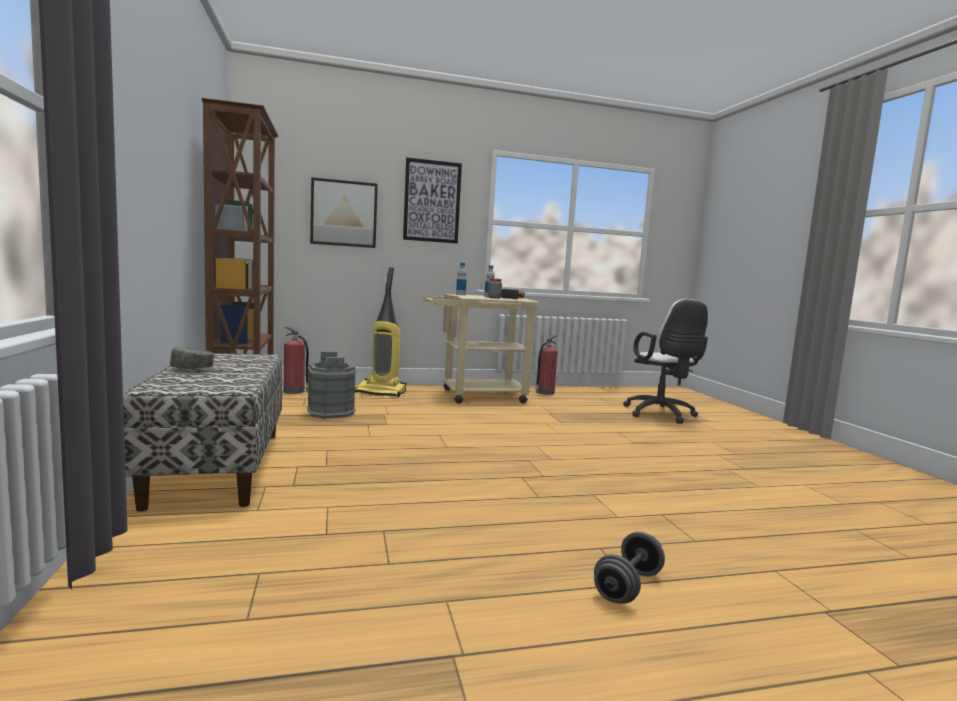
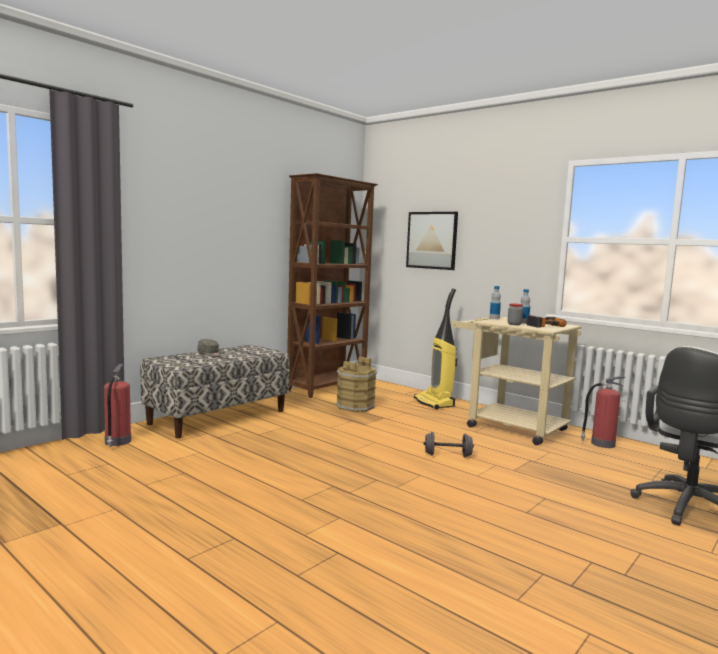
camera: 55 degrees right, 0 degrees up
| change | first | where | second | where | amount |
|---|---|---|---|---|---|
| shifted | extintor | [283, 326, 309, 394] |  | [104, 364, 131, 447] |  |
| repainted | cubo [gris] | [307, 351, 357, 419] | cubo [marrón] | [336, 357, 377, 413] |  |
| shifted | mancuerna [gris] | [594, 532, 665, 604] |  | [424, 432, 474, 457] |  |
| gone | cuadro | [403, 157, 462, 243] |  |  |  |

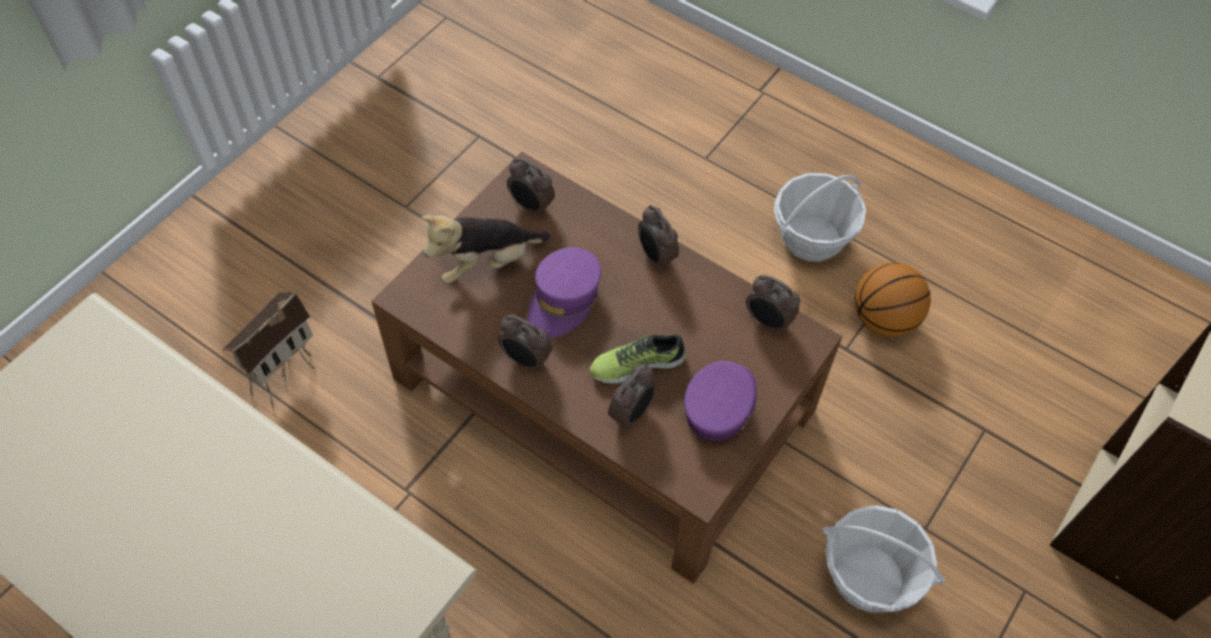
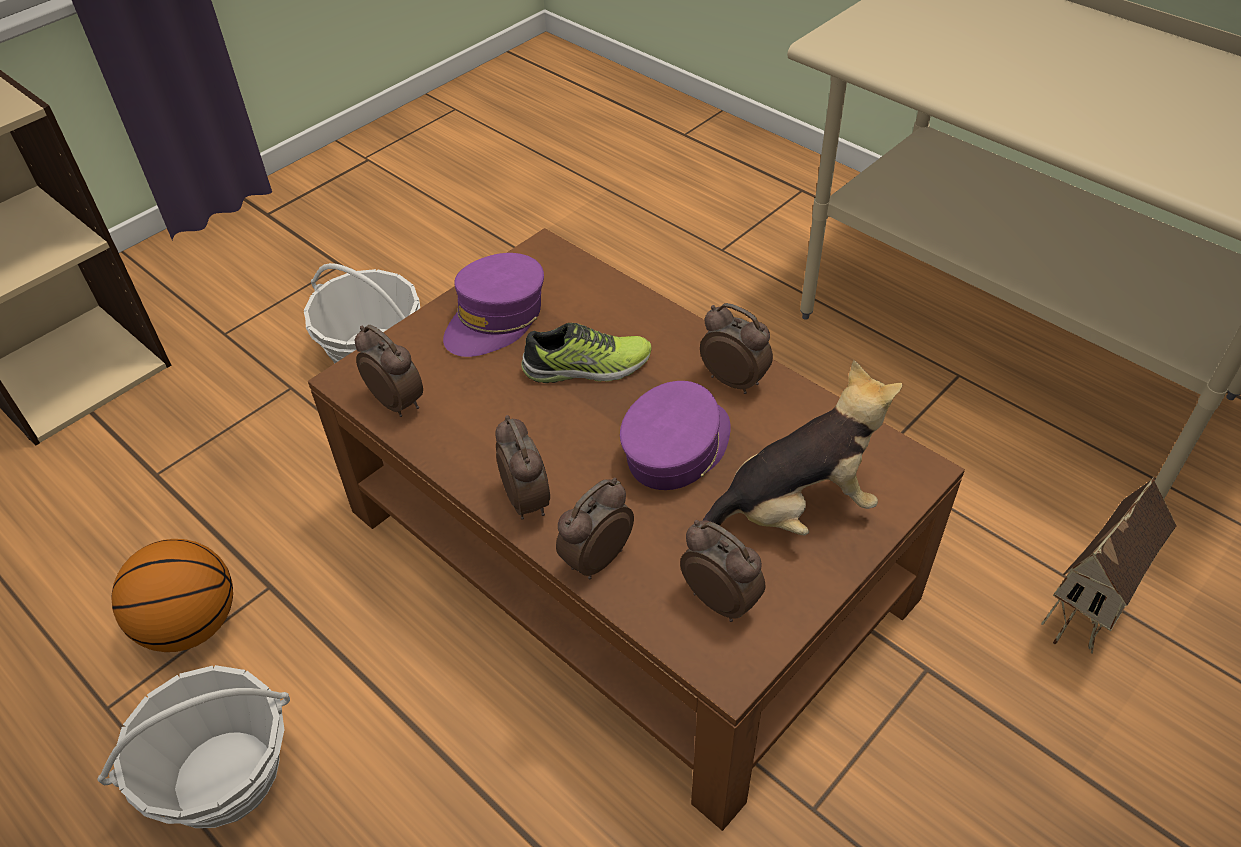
camera: 170 degrees left, 10 degrees down
| change | first | where | second | where | amount |
|---|---|---|---|---|---|
| shifted | despertador | [608, 364, 655, 429] |  | [556, 478, 634, 580] |  |

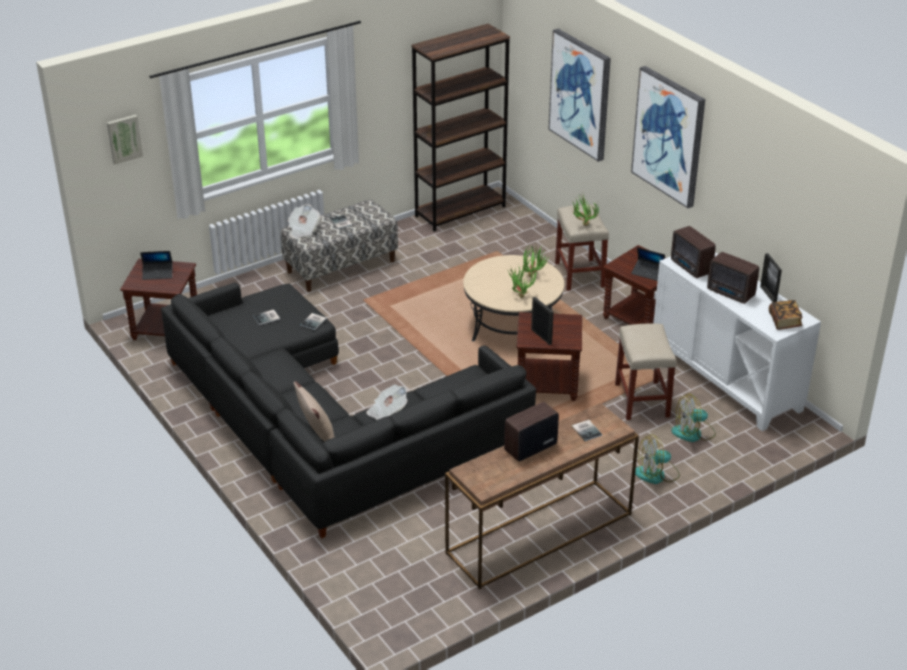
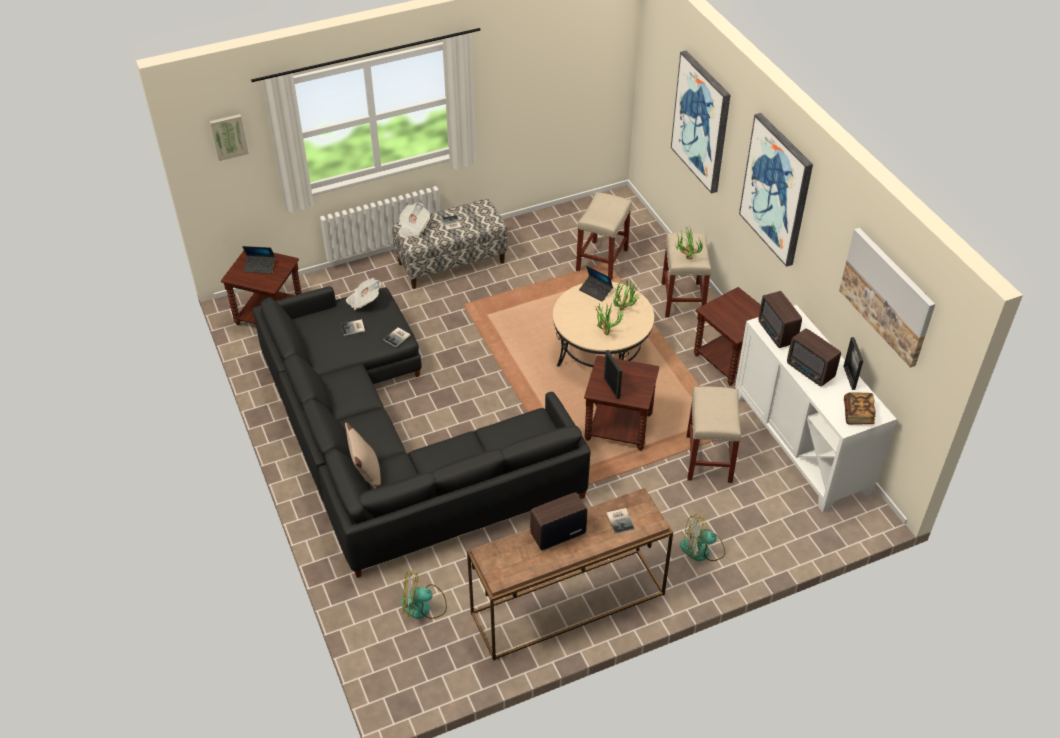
camera: 10 degrees right, 10 degrees up
| change | first | where | second | where | amount |
|---|---|---|---|---|---|
| shifted | periódico | [366, 384, 408, 420] |  | [346, 278, 381, 310] |  |
| shifted | ventilador | [671, 394, 716, 442] |  | [401, 570, 447, 619] |  |
| new |  |  | taburete [beis] | [576, 192, 632, 280] |  |
| shifted | portátil | [631, 247, 665, 281] |  | [579, 266, 613, 302] |  |
| new |  |  | cuadro | [839, 228, 935, 368] |  |
| gone | estantería [marrón] | [411, 24, 510, 232] |  |  |  |

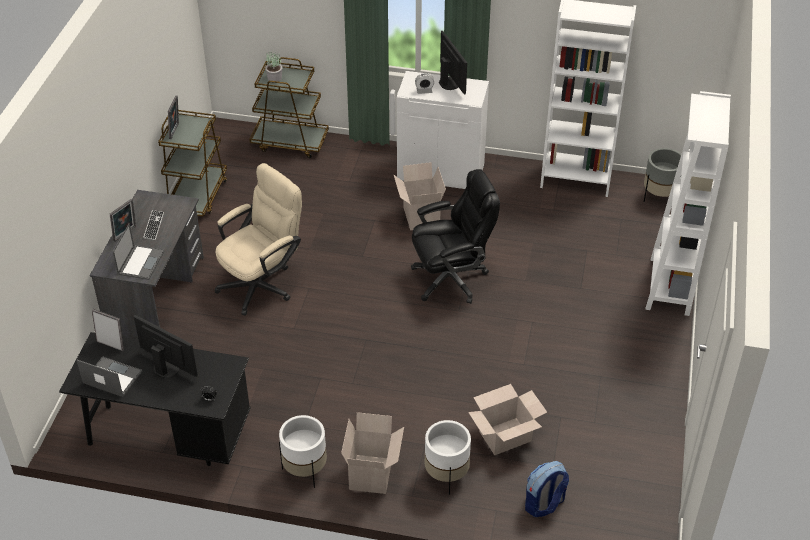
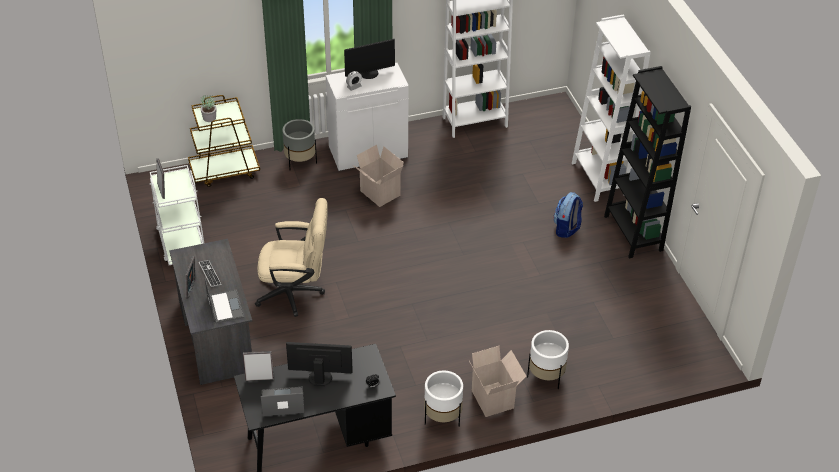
camera: 30 degrees left, 0 degrees up
| change | first | where | second | where | amount |
|---|---|---|---|---|---|
| repainted | carrito [marrón] | [158, 110, 227, 217] | carrito [blanco] | [150, 165, 204, 265] |  |
| rotated | silla de oficina [beis] | [215, 163, 302, 315] |  | [255, 198, 328, 317] | 75 degrees clockwise |
| shifted | maceta [gris] | [644, 148, 681, 202] |  | [283, 119, 317, 170] |  |
| rotated | monitor | [439, 31, 467, 94] |  | [344, 39, 395, 79] | 120 degrees clockwise |
| shifted | mochila | [525, 461, 569, 517] |  | [553, 192, 583, 238] |  |
| new |  |  | estantería [negro] | [604, 66, 691, 258] |  |
| gone | silla de oficina [negro] | [411, 169, 500, 304] |  |  |  |
| gone | caja de cartón | [468, 384, 547, 455] |  |  |  |

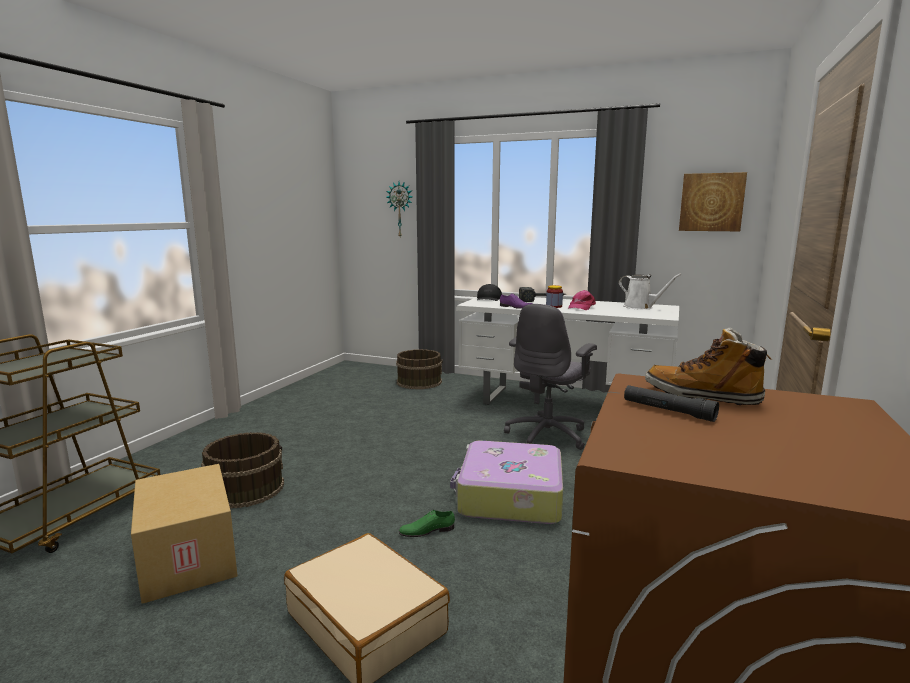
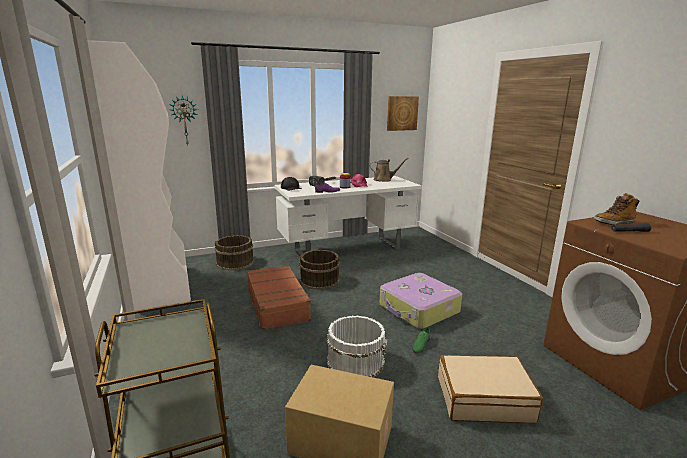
camera: 45 degrees left, 5 degrees up
| change | first | where | second | where | amount |
|---|---|---|---|---|---|
| new |  |  | estantería [blanco] | [87, 40, 191, 311] |  |
| new |  |  | maleta [marrón] | [247, 265, 312, 330] |  |
| shifted | cubo [marrón] | [201, 432, 284, 509] |  | [299, 250, 340, 290] |  |
| new |  |  | cubo [blanco] | [327, 315, 387, 377] |  |
| repainted | regadera [blanco] | [619, 274, 682, 310] | regadera [marrón] | [370, 158, 409, 182] |  |
| gone | silla de oficina [gris] | [504, 304, 597, 450] |  |  |  |

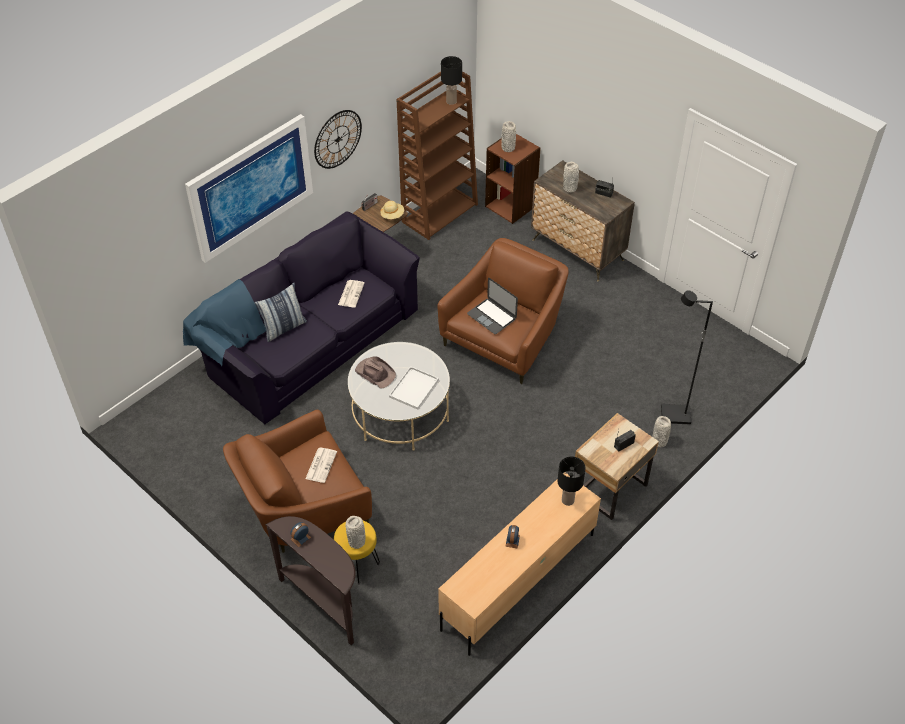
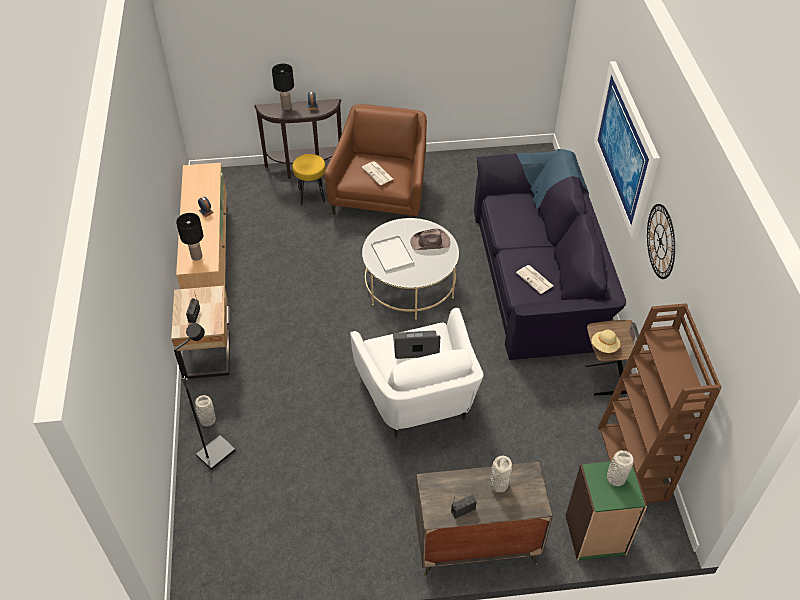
camera: 130 degrees right, 0 degrees up
| change | first | where | second | where | amount |
|---|---|---|---|---|---|
| shifted | lámpara de mesa [negro] | [441, 56, 462, 105] |  | [272, 64, 294, 110] |  |
| repainted | sillón [marrón] | [437, 238, 569, 384] | sillón [blanco] | [350, 308, 484, 437] |  |
| repainted | estantería [marrón] | [485, 134, 541, 224] | estantería [verde] | [566, 462, 647, 561] |  |
| gone | cojín | [254, 283, 307, 342] |  |  |  |
| gone | florero [gris] | [346, 516, 366, 549] |  |  |  |

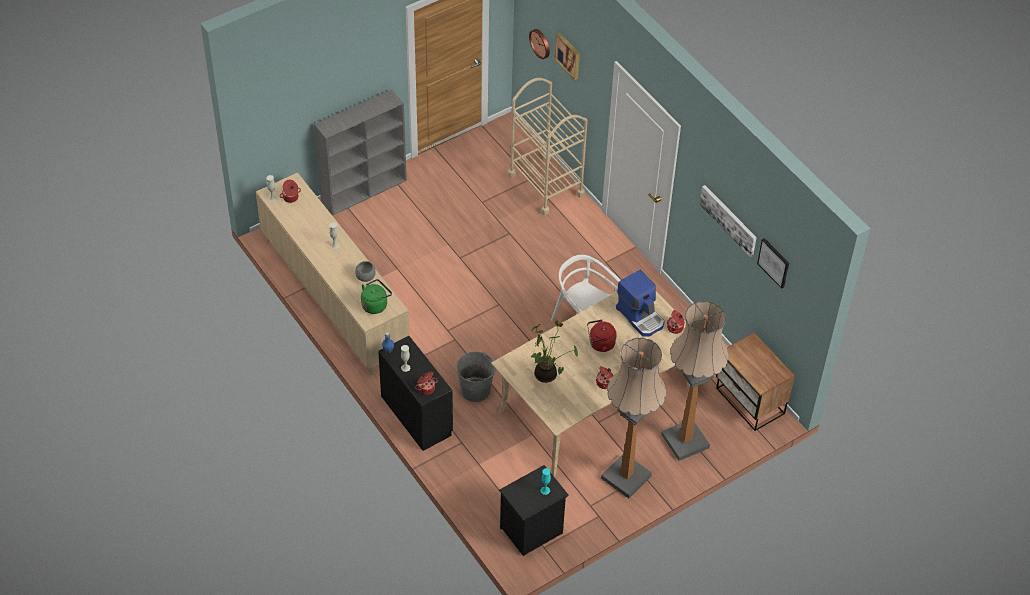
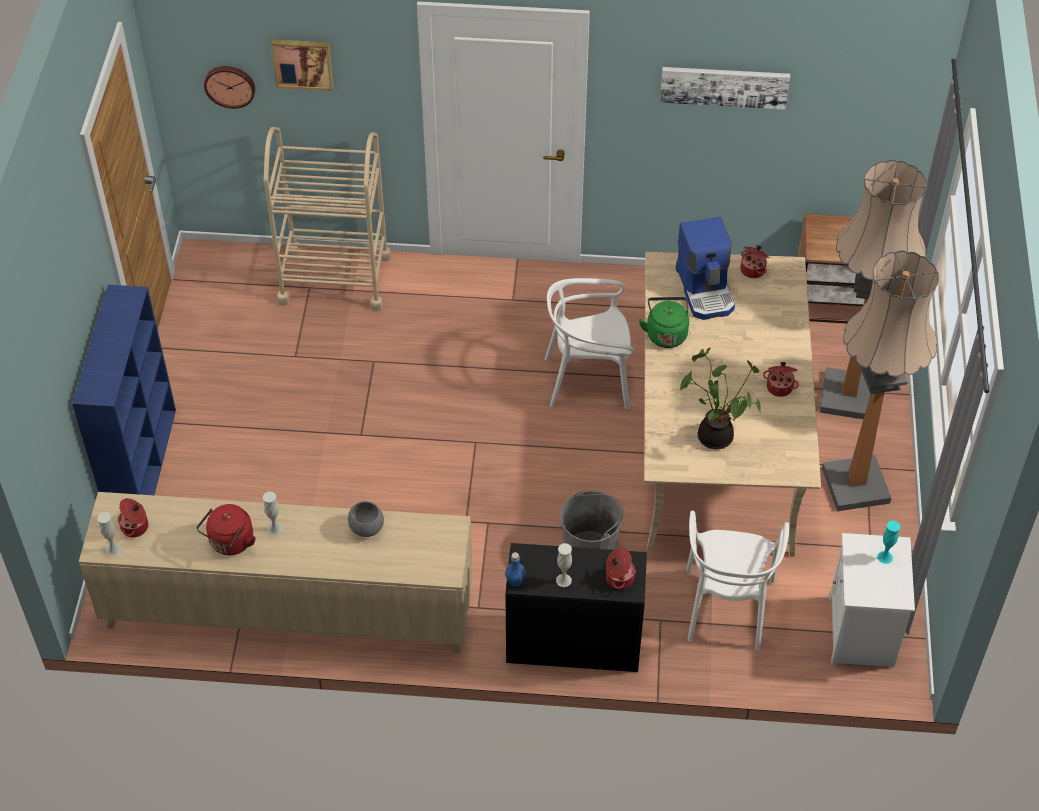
camera: 50 degrees left, 0 degrees up
| change | first | where | second | where | amount |
|---|---|---|---|---|---|
| repainted | estantería [gris] | [314, 89, 407, 216] | estantería [azul] | [72, 285, 176, 495] |  |
| shifted | hervidor [rojo] | [587, 320, 617, 352] |  | [197, 504, 256, 555] |  |
| shifted | hervidor [verde] | [361, 279, 392, 314] |  | [639, 297, 689, 348] |  |
| rotated | cafetera | [616, 270, 664, 337] |  | [675, 217, 735, 320] | 75 degrees clockwise |
| new |  |  | silla [blanco] | [686, 511, 789, 650] |  |
| repainted | mesita de noche [negro] | [499, 465, 569, 556] | mesita de noche [blanco] | [829, 533, 915, 667] |  |
| gone | cuadro | [757, 238, 789, 289] |  |  |  |

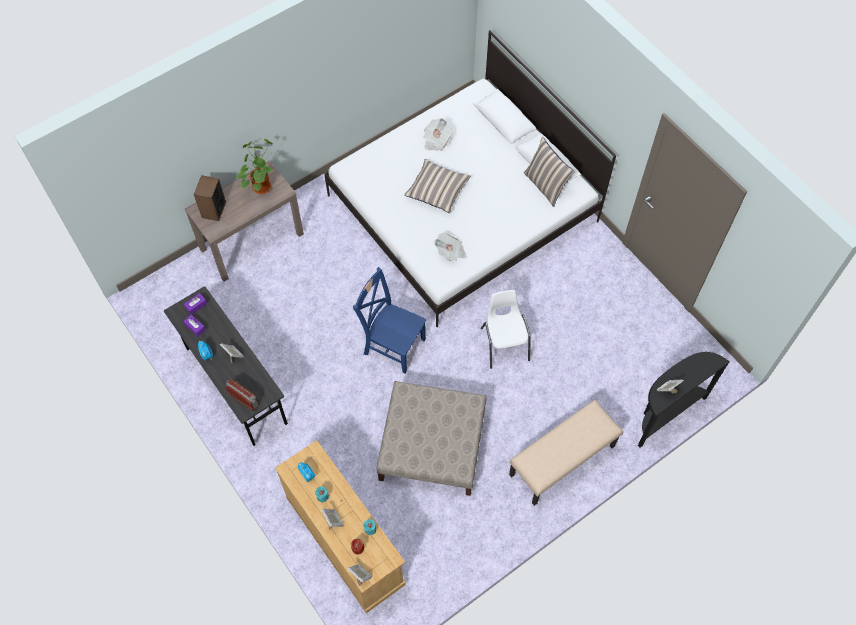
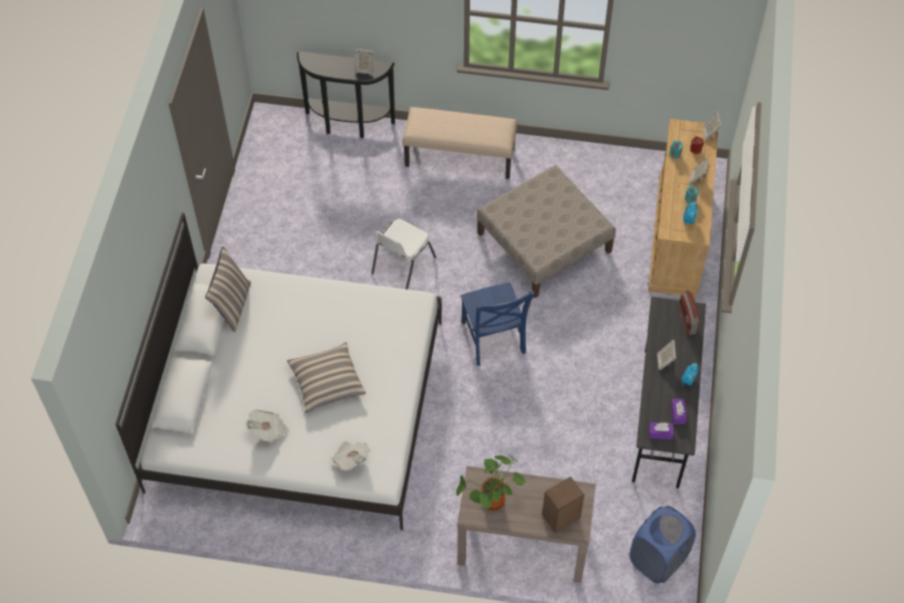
camera: 135 degrees left, 5 degrees down
| change | first | where | second | where | amount |
|---|---|---|---|---|---|
| shifted | periódico | [434, 233, 467, 261] |  | [331, 441, 371, 470] |  |
| new |  |  | cesto de la ropa [azul] | [630, 506, 696, 584] |  |

